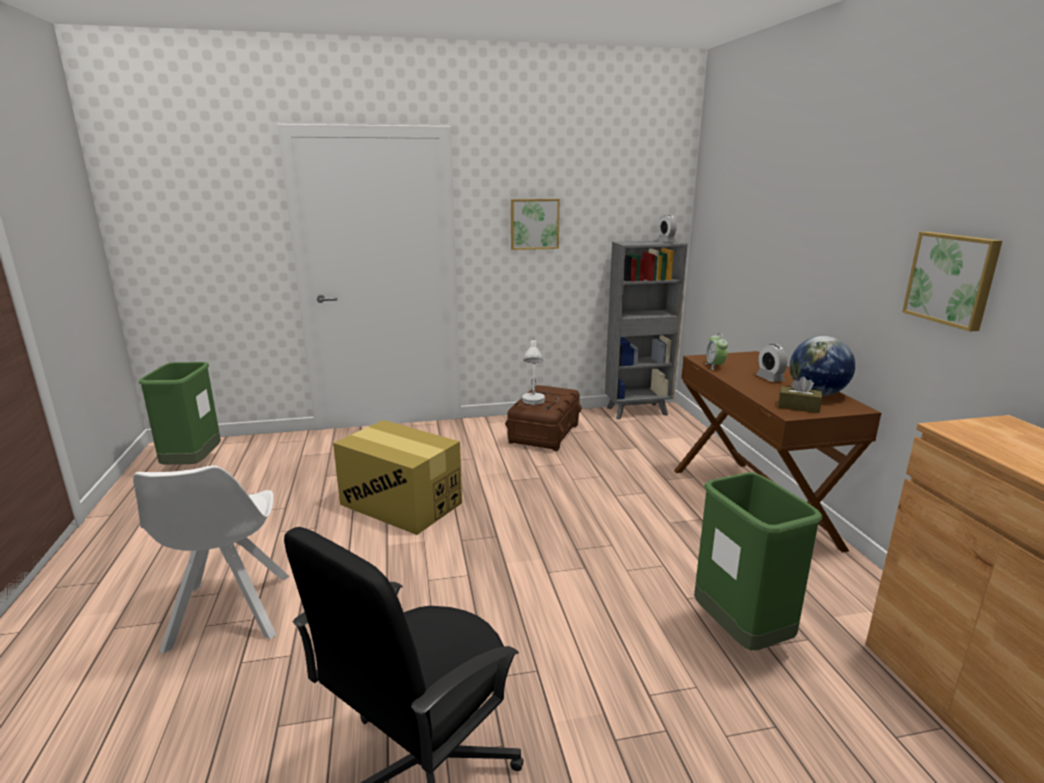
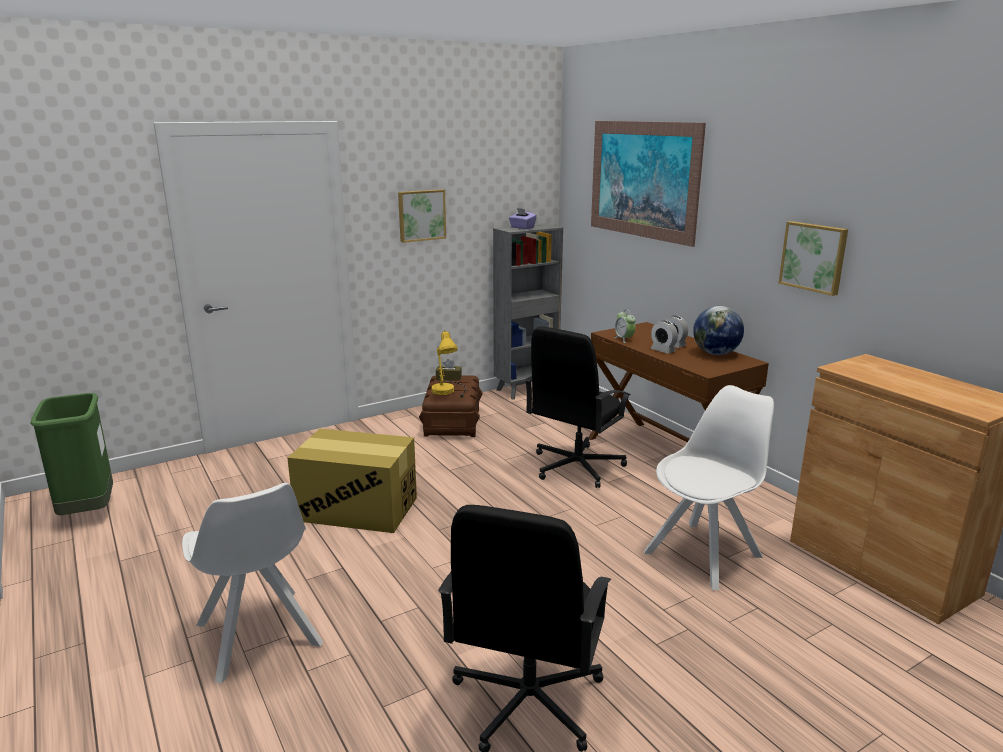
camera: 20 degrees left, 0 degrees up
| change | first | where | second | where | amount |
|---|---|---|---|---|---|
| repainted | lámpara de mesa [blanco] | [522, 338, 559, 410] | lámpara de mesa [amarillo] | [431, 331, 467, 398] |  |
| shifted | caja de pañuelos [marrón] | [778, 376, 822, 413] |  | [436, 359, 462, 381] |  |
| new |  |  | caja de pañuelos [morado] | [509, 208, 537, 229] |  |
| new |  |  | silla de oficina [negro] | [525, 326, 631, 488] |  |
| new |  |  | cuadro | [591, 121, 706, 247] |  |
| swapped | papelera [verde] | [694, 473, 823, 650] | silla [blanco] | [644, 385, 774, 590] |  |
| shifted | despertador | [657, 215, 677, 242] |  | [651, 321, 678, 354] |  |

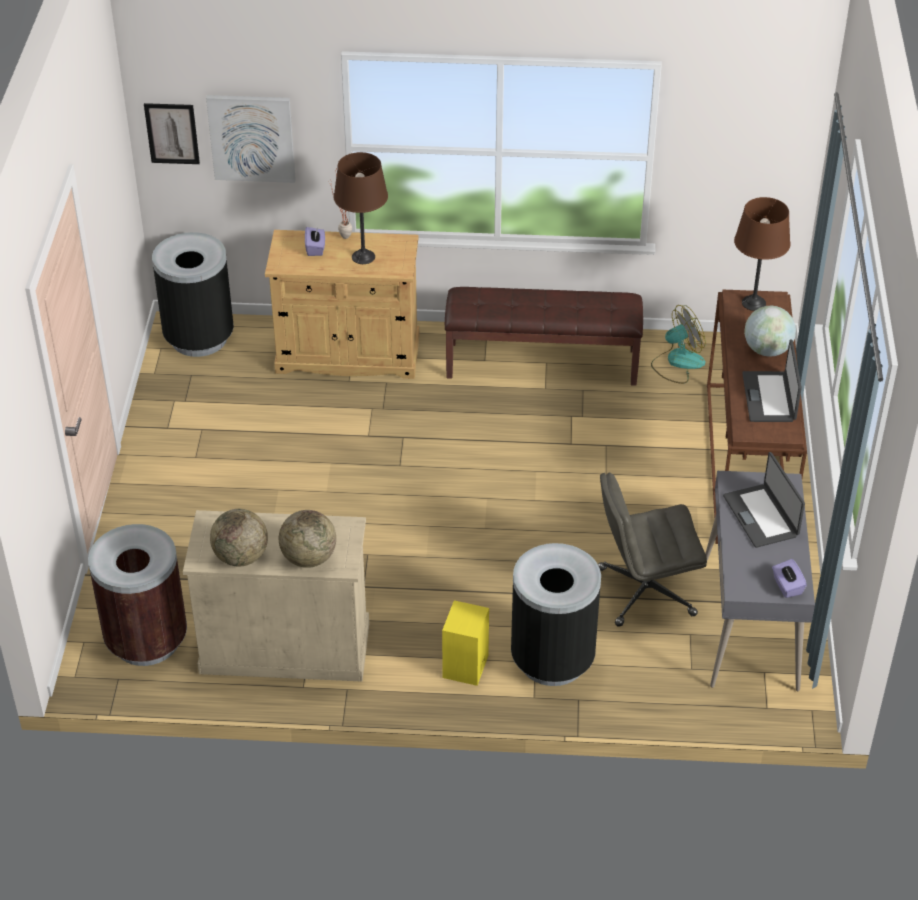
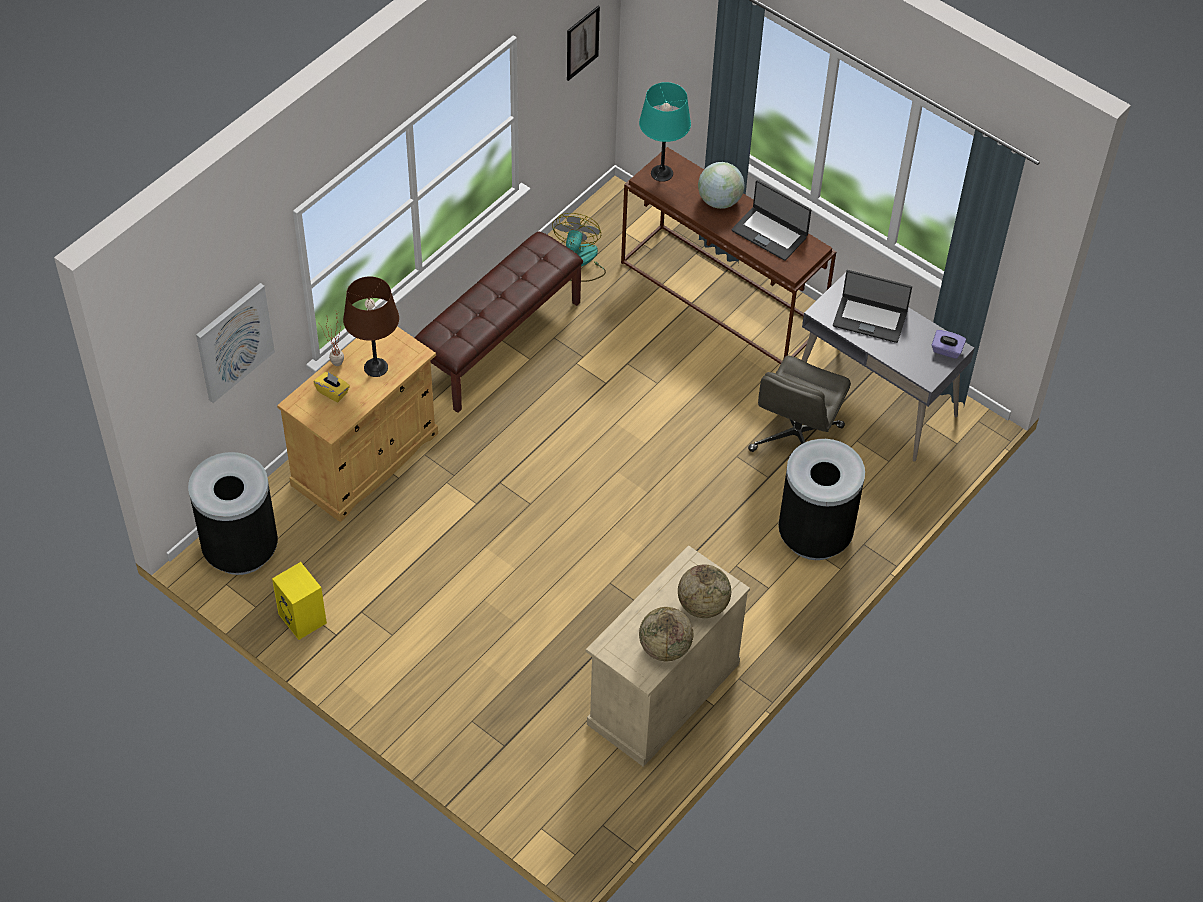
camera: 55 degrees left, 10 degrees up
| change | first | where | second | where | amount |
|---|---|---|---|---|---|
| shifted | altavoz [amarillo] | [442, 600, 489, 686] |  | [272, 562, 327, 640] |  |
| repainted | caja de pañuelos [morado] | [305, 227, 325, 256] | caja de pañuelos [amarillo] | [313, 372, 350, 402] |  |
| shifted | cuadro | [144, 103, 200, 164] |  | [567, 6, 600, 81] |  |
| repainted | lámpara de mesa [marrón] | [734, 197, 790, 311] | lámpara de mesa [turquesa] | [639, 82, 691, 182] |  |
| gone | papelera [marrón] | [88, 524, 187, 666] |  |  |  |

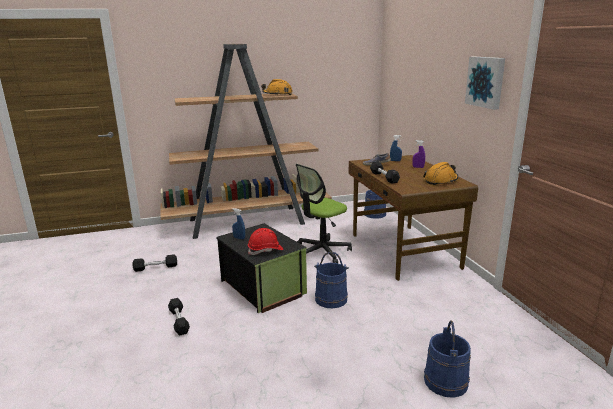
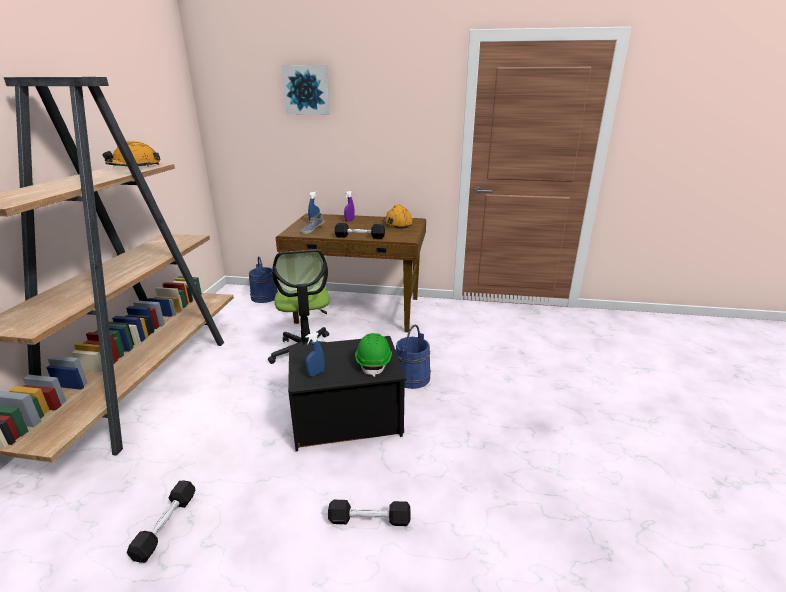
camera: 65 degrees left, 5 degrees up
| change | first | where | second | where | amount |
|---|---|---|---|---|---|
| shifted | cuadro | [465, 57, 505, 110] |  | [282, 65, 330, 115] |  |
| repainted | casco [rojo] | [248, 228, 283, 255] | casco [verde] | [355, 333, 392, 377] |  |
| gone | cubo [azul] | [424, 320, 471, 398] |  |  |  |

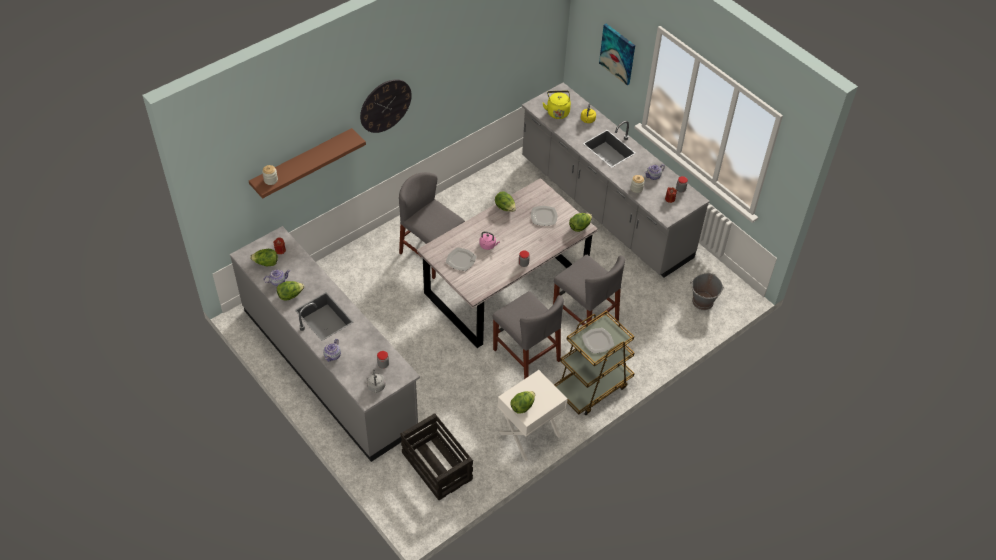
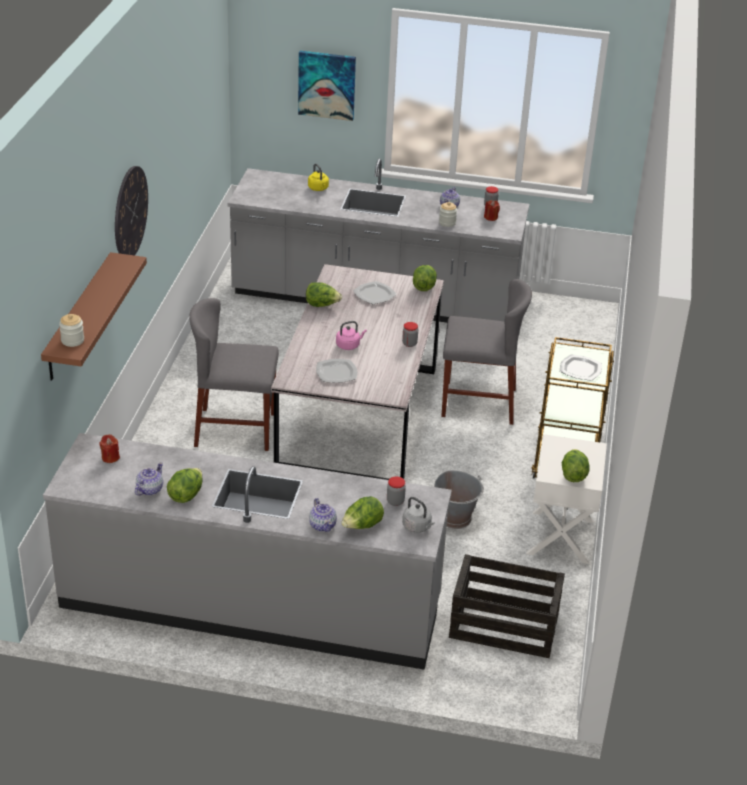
camera: 40 degrees left, 15 degrees down
| change | first | where | second | where | amount |
|---|---|---|---|---|---|
| shifted | lechuga | [250, 249, 278, 266] |  | [341, 496, 384, 529] |  |
| shifted | cubo [gris] | [690, 273, 725, 310] |  | [434, 470, 484, 529] |  |
| gone | silla [gris] | [493, 291, 564, 379] |  |  |  |
| gone | hervidor [amarillo] | [543, 91, 571, 119] |  |  |  |

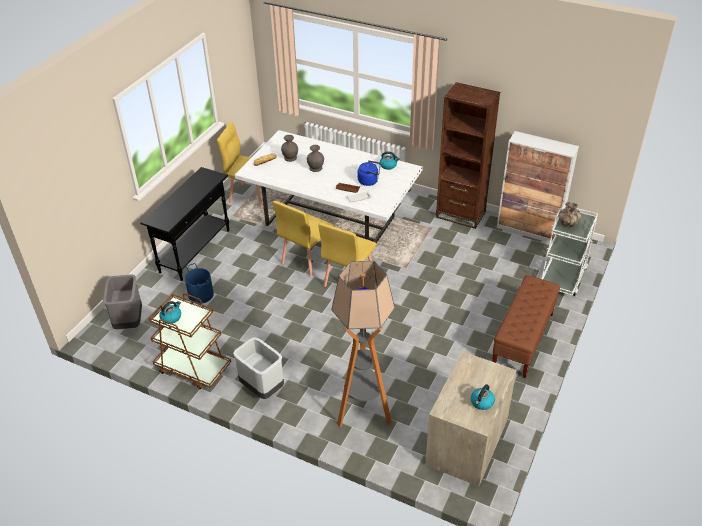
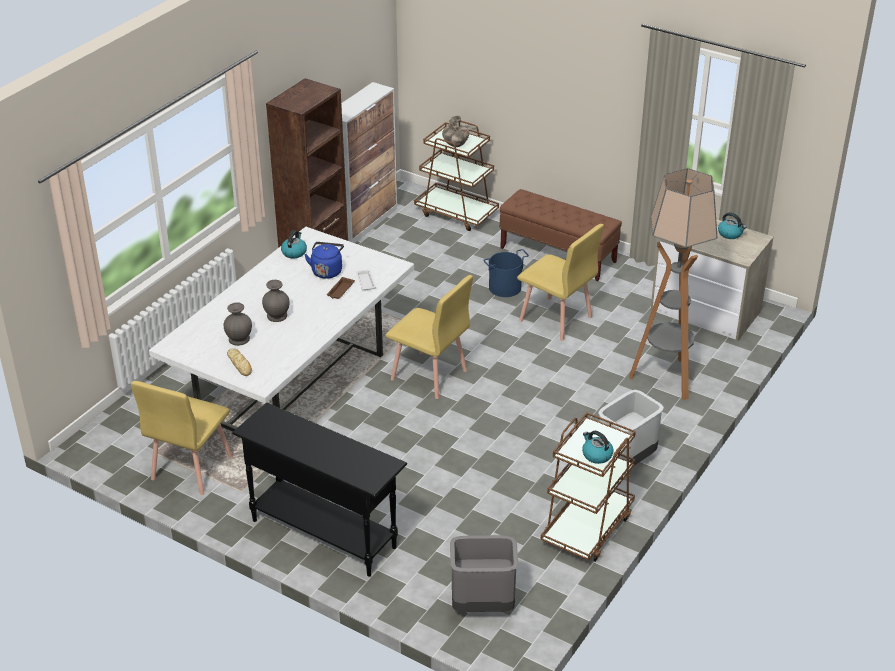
camera: 85 degrees left, 5 degrees down
| change | first | where | second | where | amount |
|---|---|---|---|---|---|
| repainted | carrito [blanco] | [540, 205, 598, 296] | carrito [marrón] | [414, 121, 499, 231] |  |
| shifted | cubo [azul] | [185, 263, 214, 304] |  | [483, 249, 529, 297] |  |
| shifted | silla [amarillo] | [273, 201, 334, 277] |  | [517, 224, 604, 341] |  |

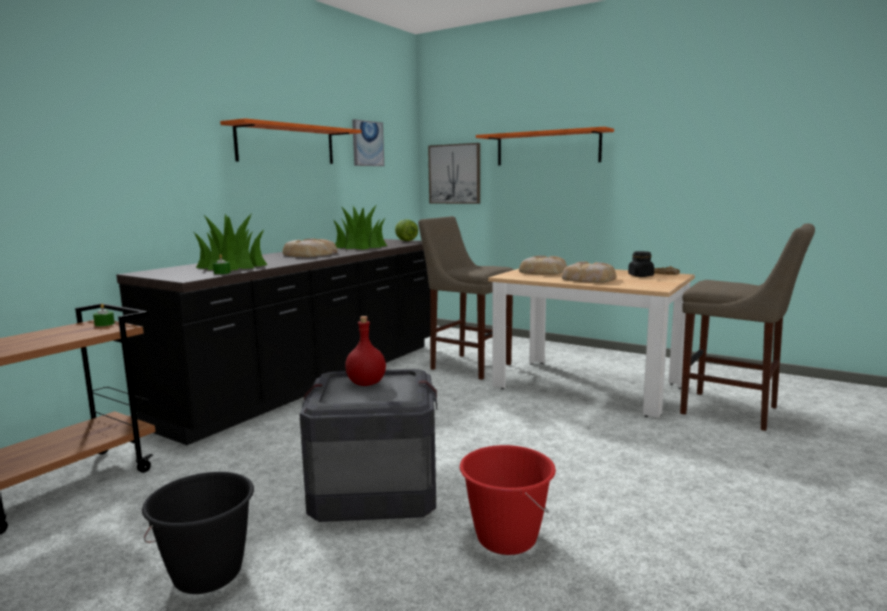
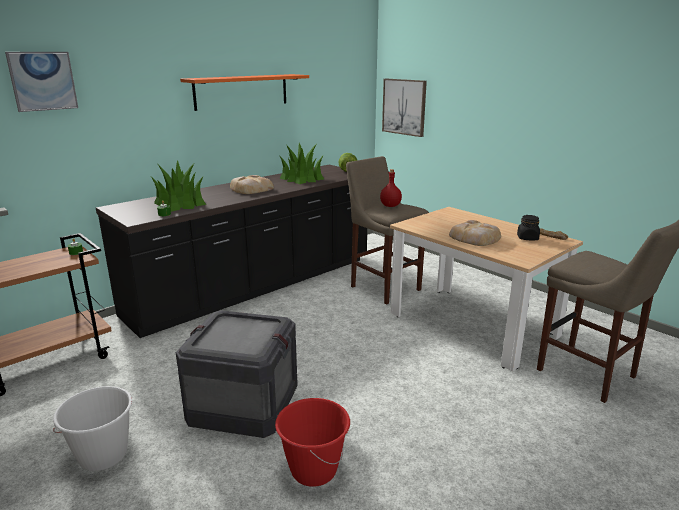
camera: 15 degrees right, 10 degrees up
| change | first | where | second | where | amount |
|---|---|---|---|---|---|
| shifted | cuadro | [352, 119, 384, 166] |  | [5, 52, 78, 112] |  |
| repainted | cubo [negro] | [142, 472, 254, 594] | cubo [blanco] | [53, 386, 132, 471] |  |
| shifted | botella [rojo] | [345, 316, 386, 386] |  | [380, 169, 402, 207] |  |
| gone | estante [naranja] | [476, 127, 614, 165] |  |  |  |
| gone | pan | [519, 256, 567, 275] |  |  |  |

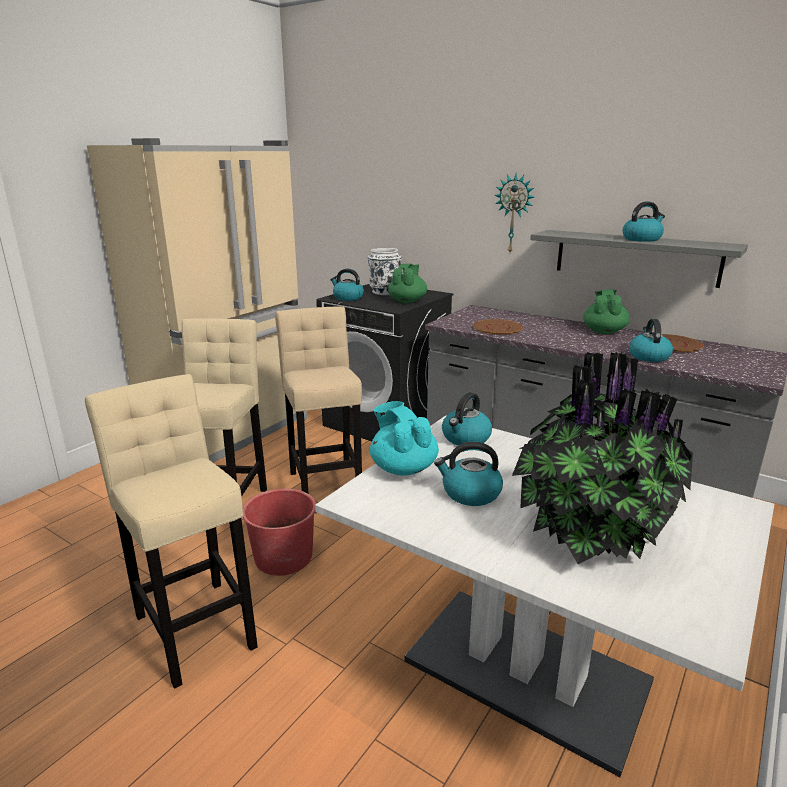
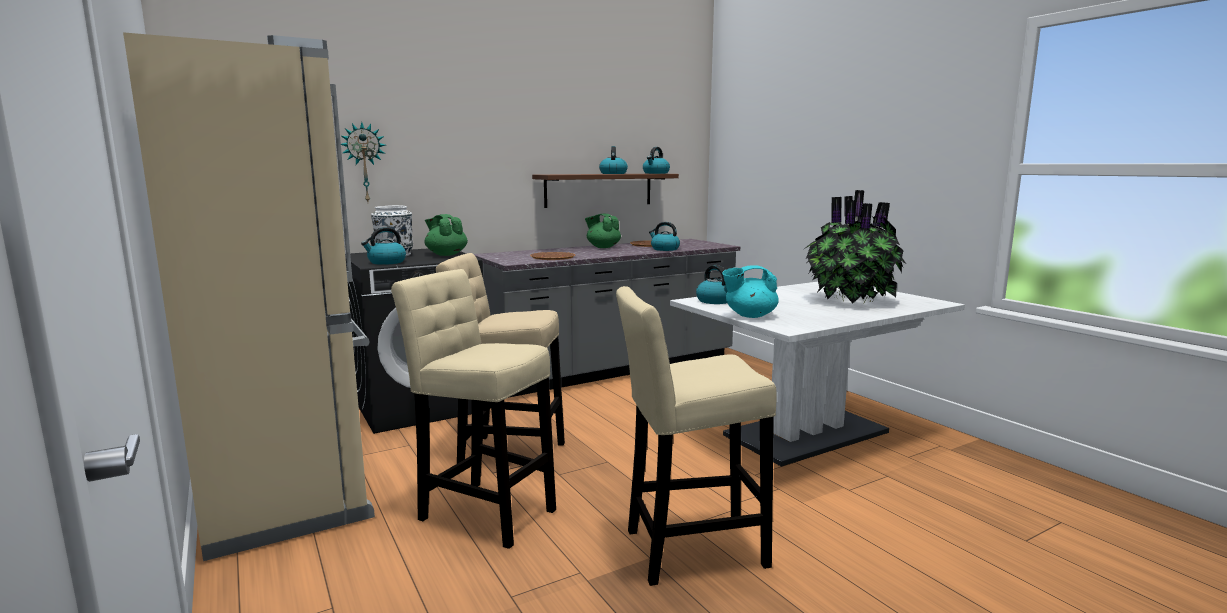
camera: 65 degrees left, 10 degrees down
| change | first | where | second | where | amount |
|---|---|---|---|---|---|
| shifted | reloj de pared | [494, 174, 534, 252] |  | [340, 122, 385, 202] |  |
| repainted | estante [gris] | [530, 230, 748, 288] | estante [marrón] | [532, 174, 679, 208] |  |
| shifted | hervidor | [434, 442, 503, 506] |  | [643, 147, 670, 174] |  |
| gone | cubo [rojo] | [243, 489, 317, 576] |  |  |  |

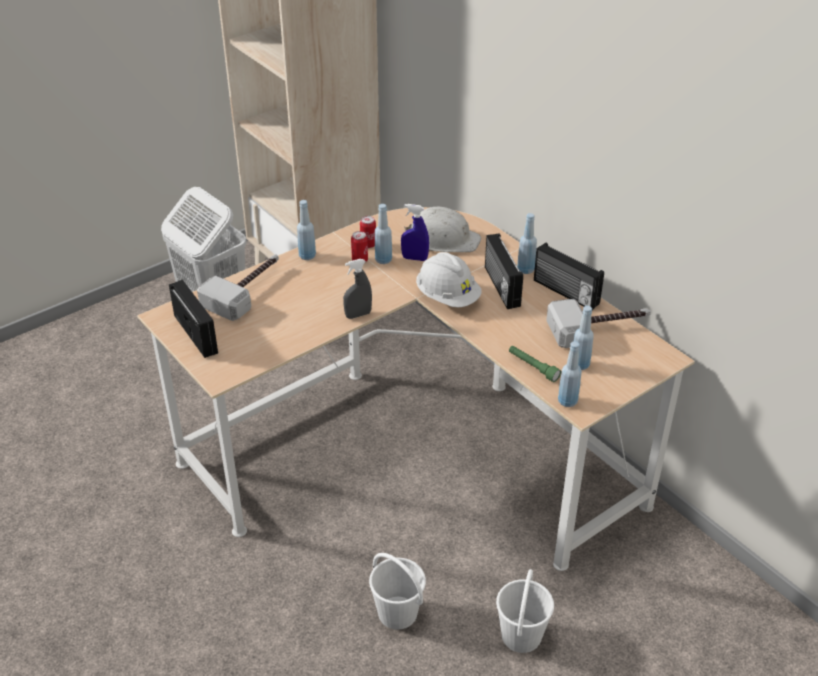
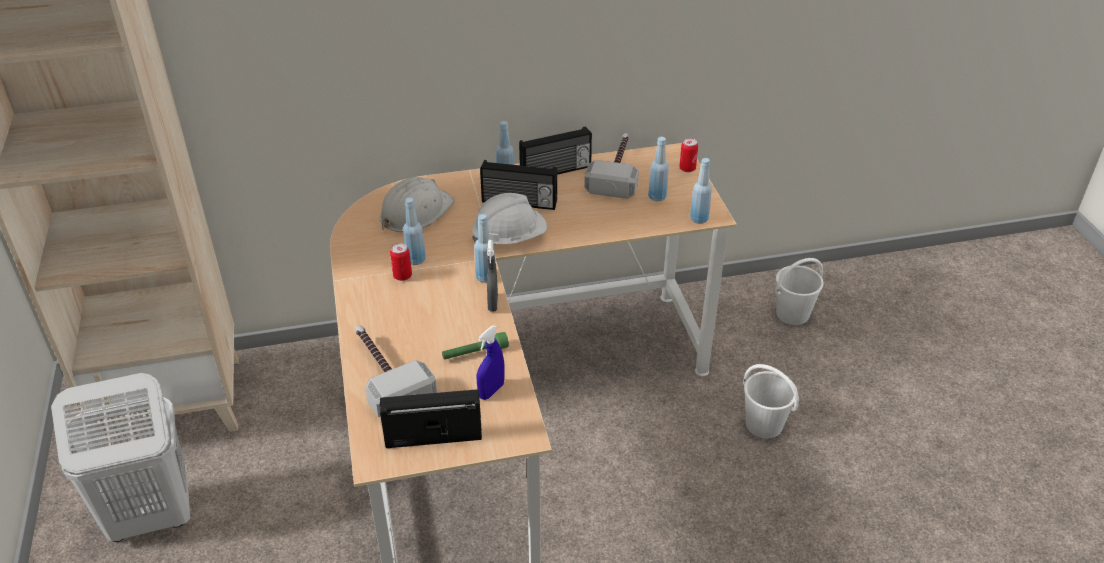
camera: 65 degrees left, 0 degrees up
| change | first | where | second | where | amount |
|---|---|---|---|---|---|
| shifted | linterna [verde] | [509, 346, 561, 382] |  | [442, 332, 509, 360] |  |
| shifted | botella [azul] | [297, 200, 316, 260] |  | [474, 214, 495, 283] |  |
| shifted | pulverizador [azul] | [401, 204, 429, 261] |  | [477, 325, 505, 400] |  |
| shifted | lata | [360, 216, 376, 248] |  | [679, 138, 698, 172] |  |
| shifted | cubo [blanco] | [369, 553, 426, 630] |  | [775, 258, 823, 325] |  |

